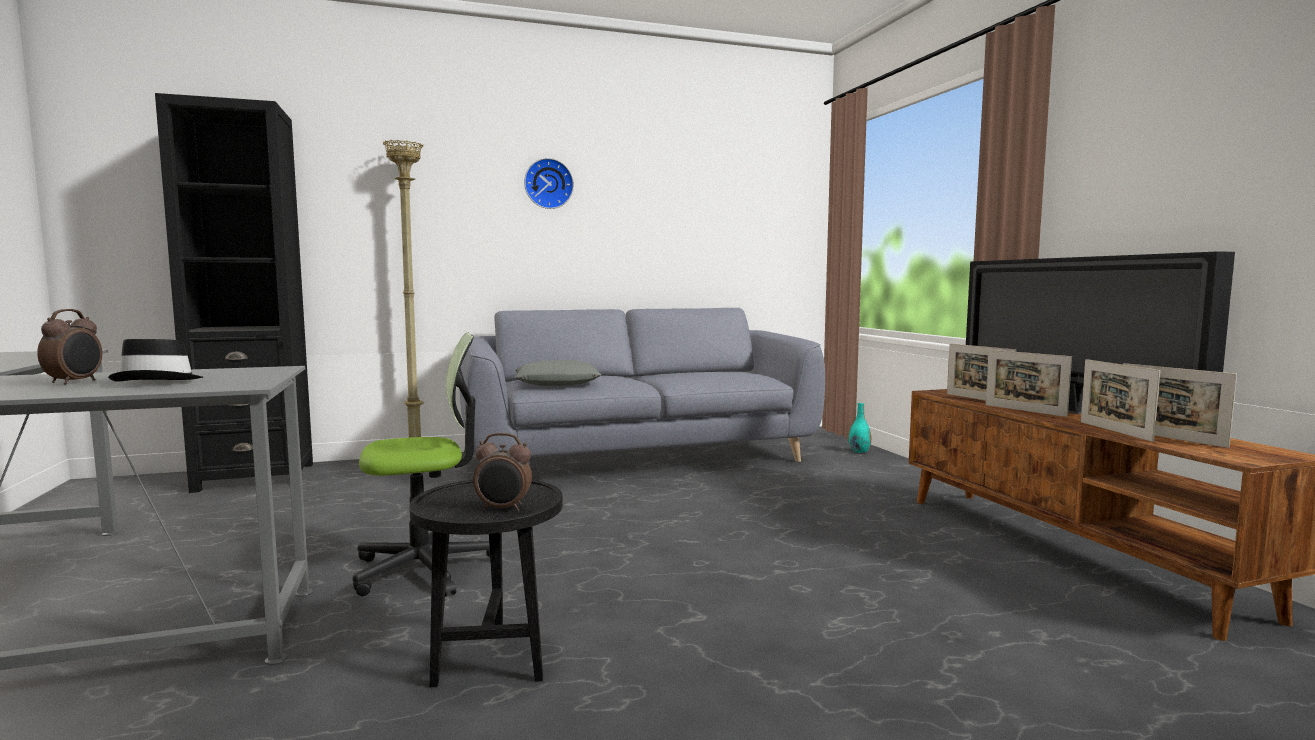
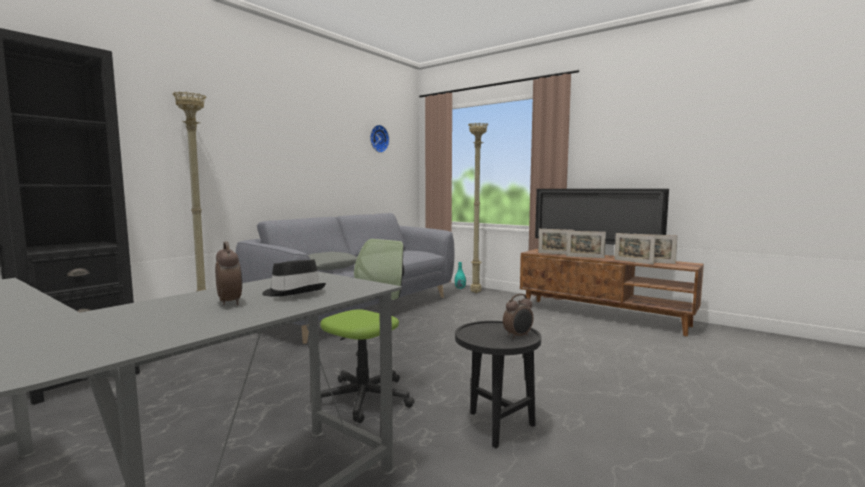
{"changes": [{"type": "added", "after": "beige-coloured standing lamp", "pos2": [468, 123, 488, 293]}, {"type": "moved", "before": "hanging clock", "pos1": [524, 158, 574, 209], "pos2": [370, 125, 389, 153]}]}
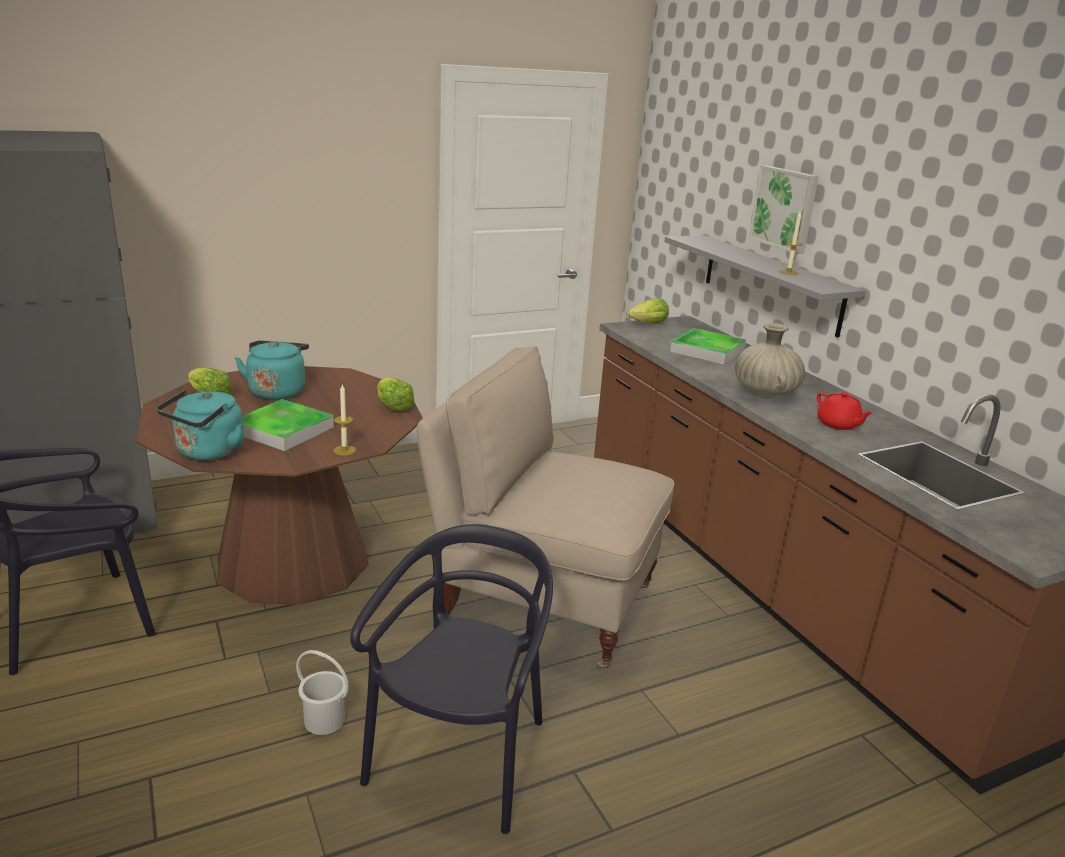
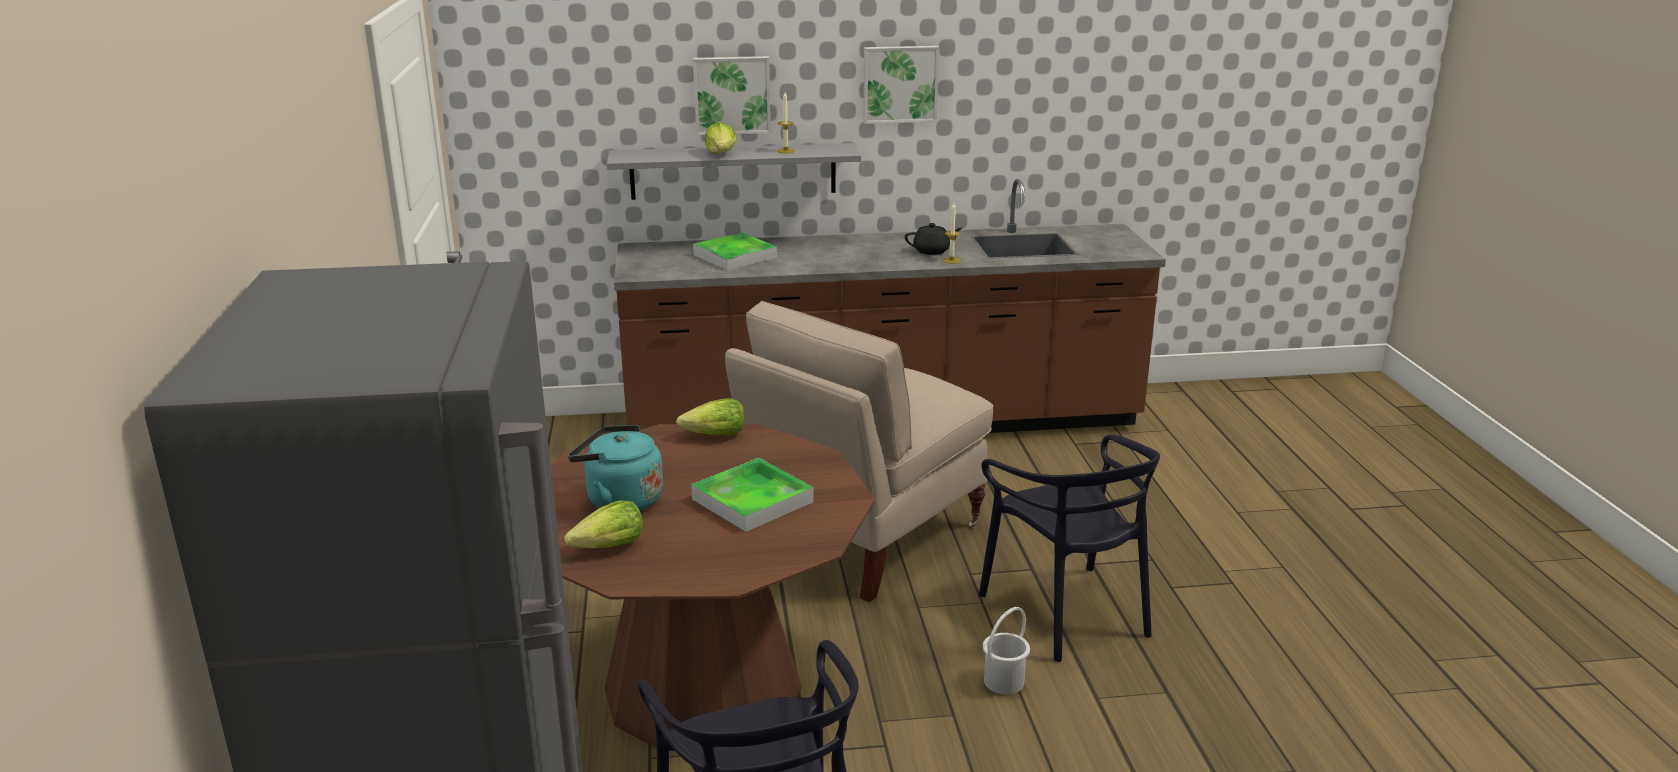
{"changes": [{"type": "removed", "before": "blue-green tea kettle", "pos1": [156, 390, 244, 461]}, {"type": "removed", "before": "beige-coloured decorative vase", "pos1": [735, 323, 805, 397]}, {"type": "added", "after": "wall art", "pos2": [863, 46, 939, 124]}, {"type": "moved", "before": "wax light", "pos1": [333, 385, 356, 455], "pos2": [942, 203, 961, 264]}, {"type": "moved", "before": "lettuce head", "pos1": [627, 298, 669, 323], "pos2": [705, 122, 737, 154]}, {"type": "recoloured", "before": "reddish tea pot", "after": "black-coloured tea pot", "pos1": [817, 392, 873, 430], "pos2": [905, 223, 962, 255]}, {"type": "turned", "before": "black-coloured chair", "pos1": [350, 524, 553, 834], "pos2": [979, 434, 1160, 662], "turn": -150}]}
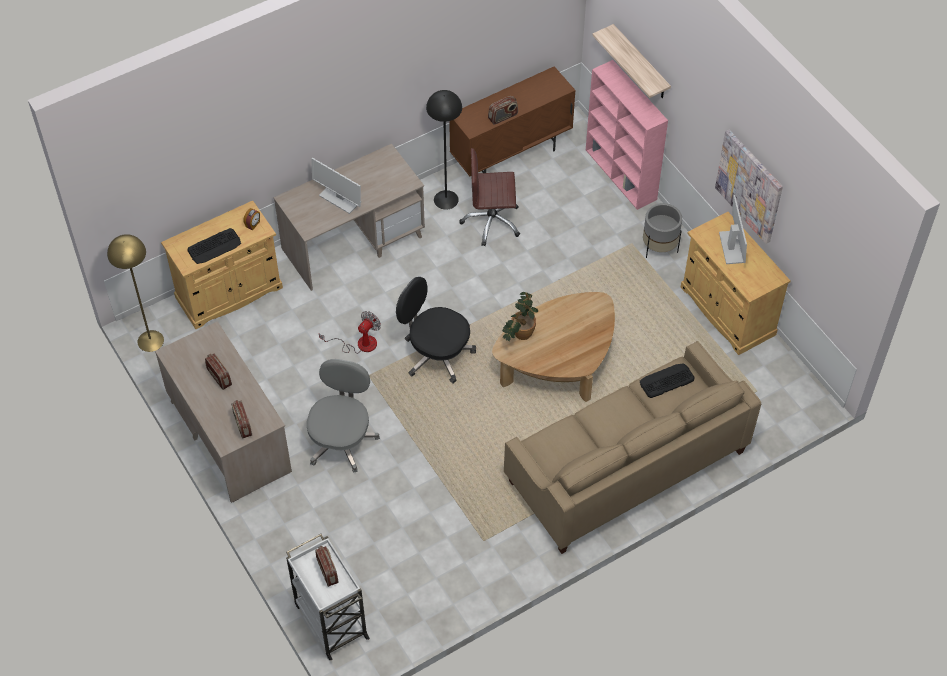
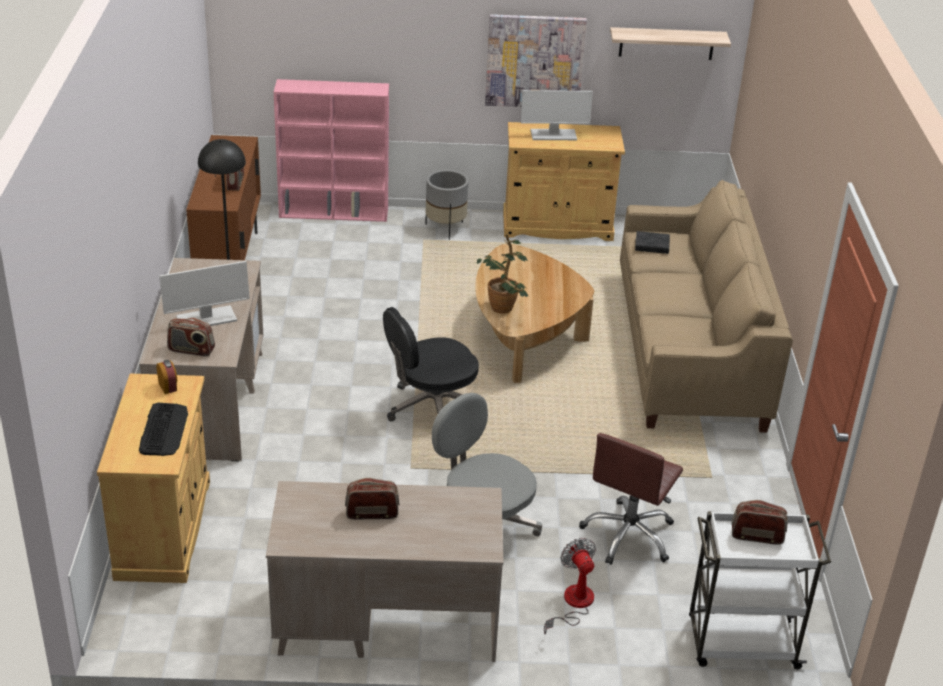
{"changes": [{"type": "removed", "before": "yellowish standing lamp", "pos1": [107, 234, 164, 352]}, {"type": "moved", "before": "radio receiver", "pos1": [231, 400, 252, 439], "pos2": [167, 318, 215, 357]}, {"type": "moved", "before": "electric fan", "pos1": [319, 311, 381, 354], "pos2": [544, 538, 596, 634]}, {"type": "moved", "before": "brown-coloured office chair", "pos1": [460, 148, 520, 246], "pos2": [579, 433, 683, 565]}, {"type": "moved", "before": "shelf", "pos1": [592, 24, 671, 98], "pos2": [610, 27, 731, 60]}, {"type": "replaced", "before": "computer keyboard", "after": "black-coloured book", "pos1": [640, 363, 694, 398], "pos2": [635, 231, 670, 254]}, {"type": "turned", "before": "monitor", "pos1": [719, 195, 747, 264], "pos2": [521, 90, 593, 140], "turn": 150}]}
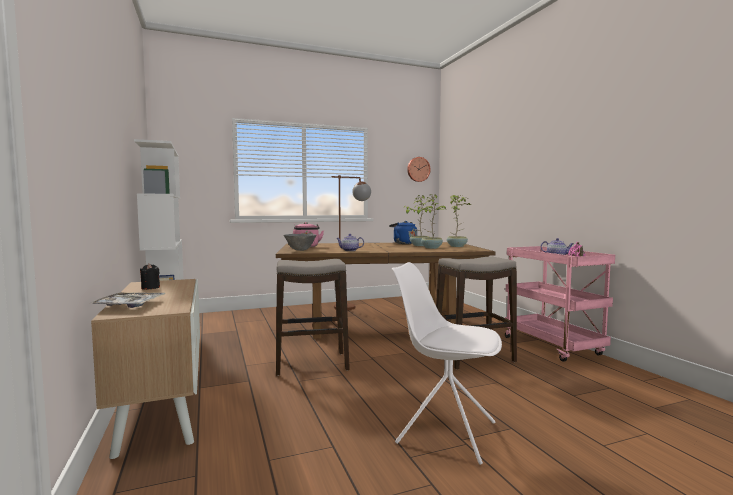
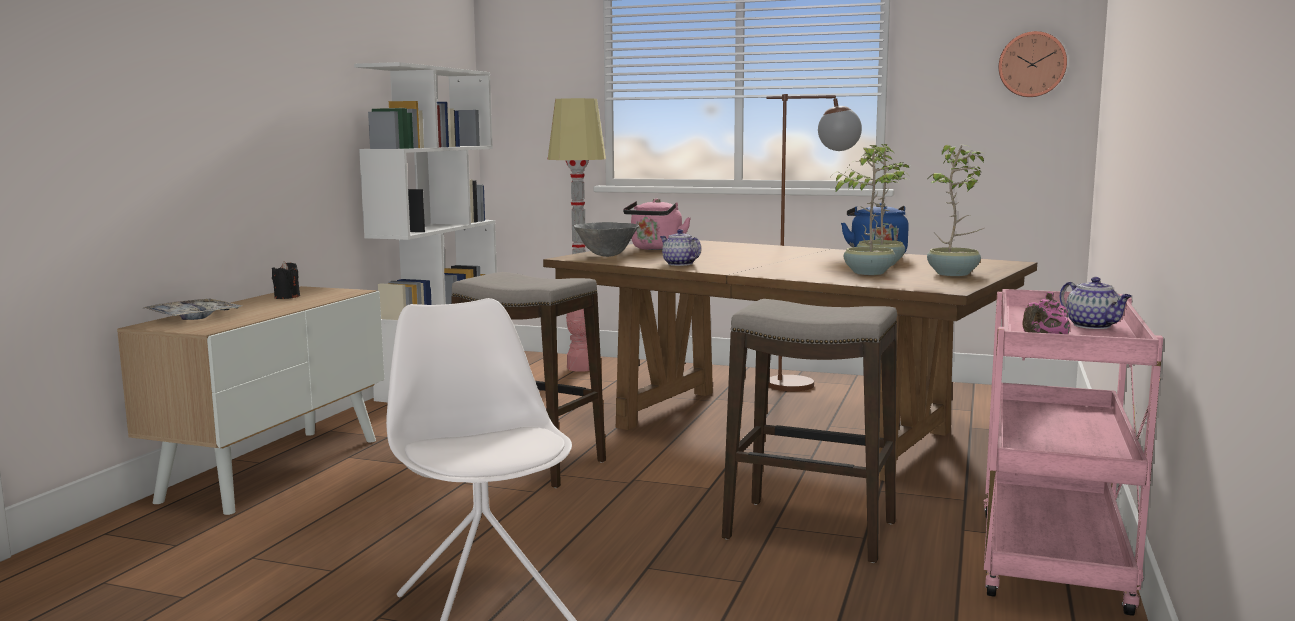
{"changes": [{"type": "added", "after": "standing lamp", "pos2": [548, 98, 606, 372]}]}
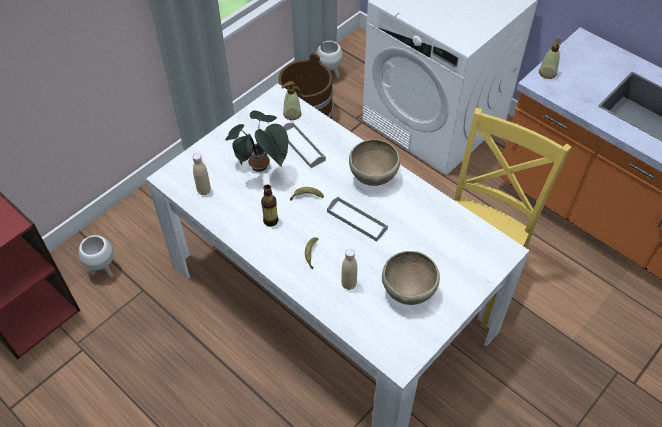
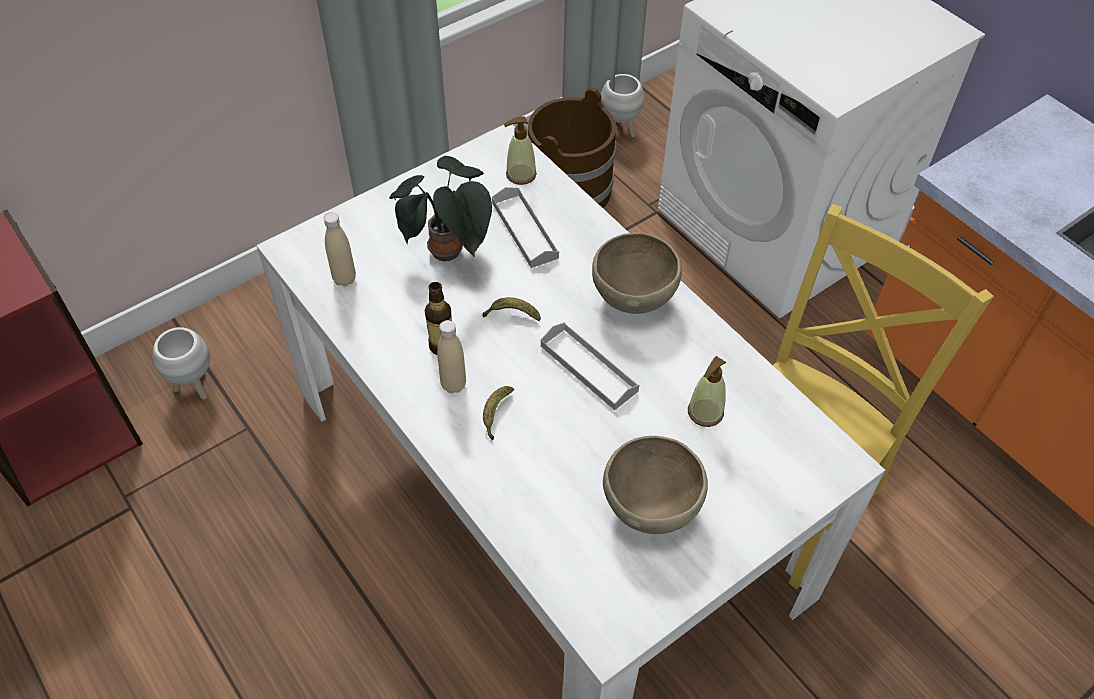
{"changes": [{"type": "moved", "before": "beige-coloured bottle", "pos1": [341, 249, 357, 290], "pos2": [437, 320, 466, 393]}, {"type": "moved", "before": "liquid soap bottle", "pos1": [539, 38, 561, 79], "pos2": [688, 356, 726, 427]}]}
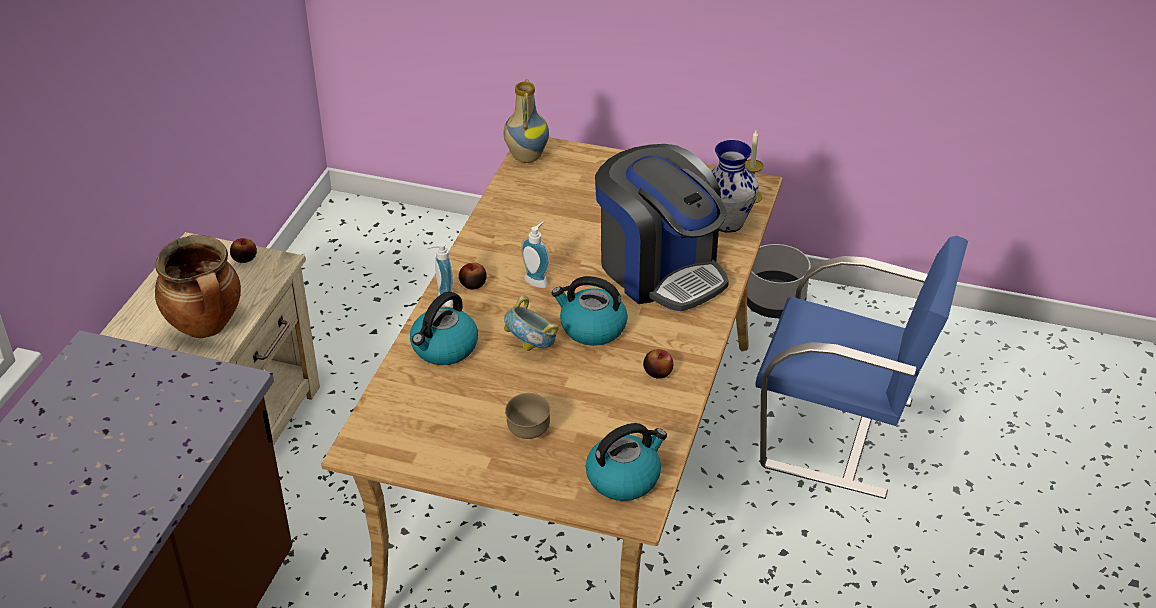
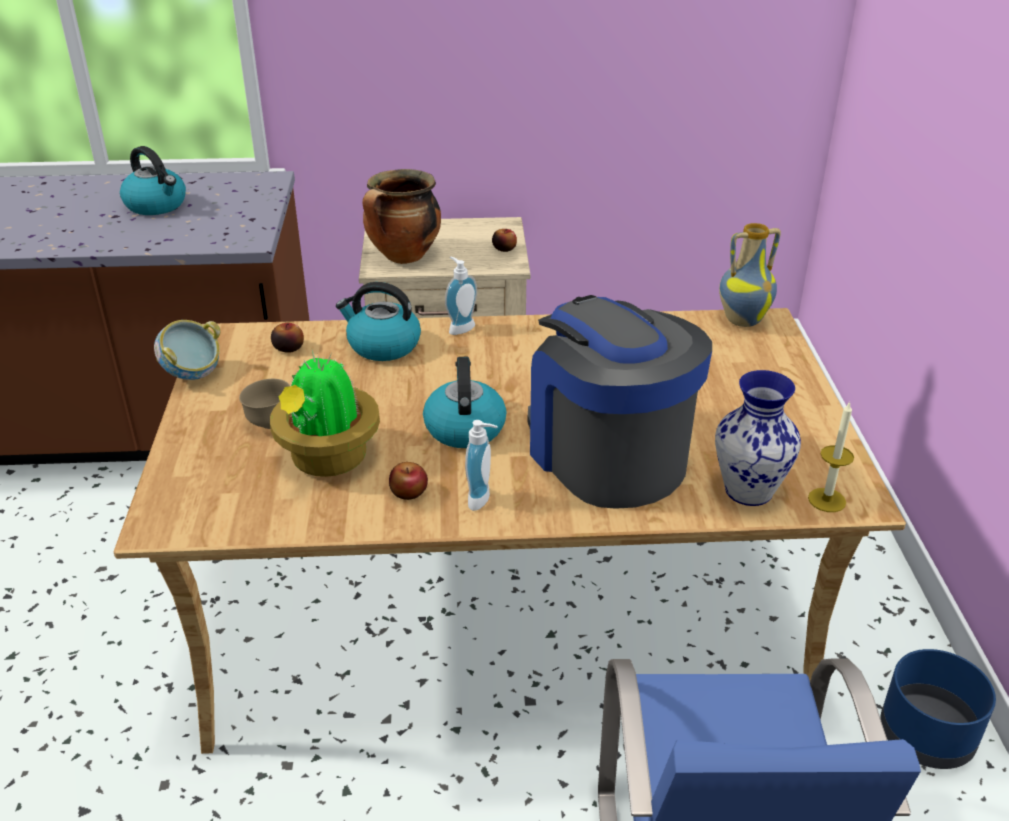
{"changes": [{"type": "added", "after": "potted plant", "pos2": [270, 350, 380, 477]}, {"type": "moved", "before": "apple fruit", "pos1": [459, 263, 487, 290], "pos2": [271, 323, 304, 353]}, {"type": "moved", "before": "bowl", "pos1": [504, 295, 559, 351], "pos2": [154, 320, 220, 380]}, {"type": "moved", "before": "liquid soap bottle", "pos1": [521, 222, 550, 288], "pos2": [465, 420, 498, 511]}, {"type": "moved", "before": "tea kettle", "pos1": [586, 423, 667, 501], "pos2": [120, 146, 186, 215]}, {"type": "recoloured", "before": "greyish flower pot", "after": "blue flower pot", "pos1": [747, 244, 810, 318], "pos2": [880, 649, 996, 769]}, {"type": "turned", "before": "coffee machine", "pos1": [595, 144, 729, 311], "pos2": [528, 295, 712, 509], "turn": 120}]}
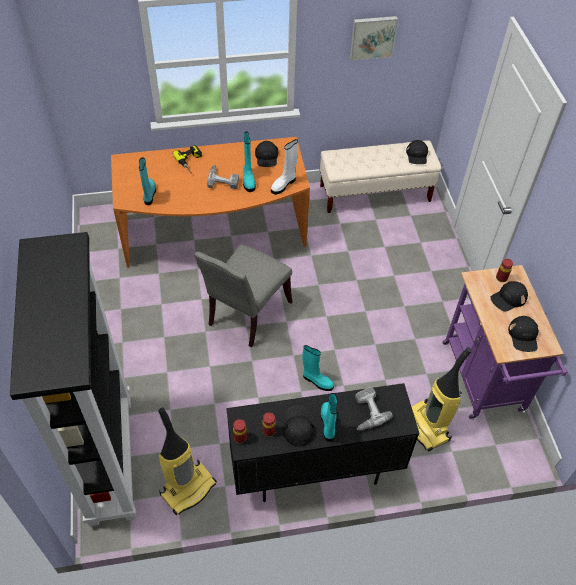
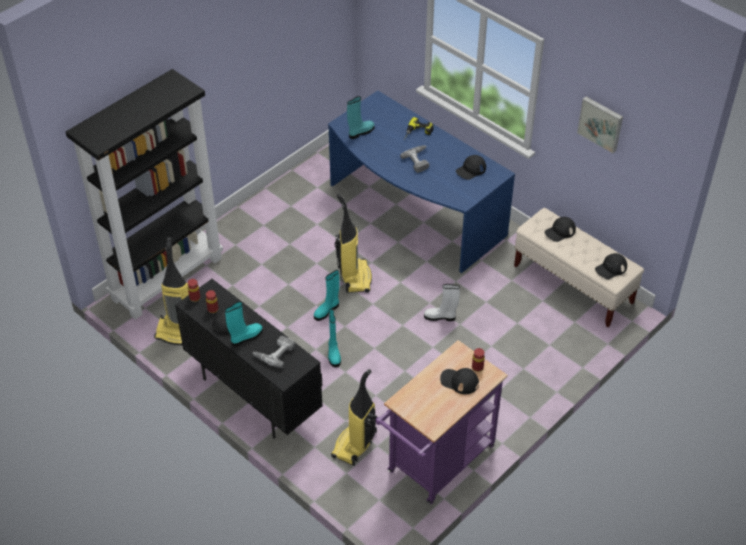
{"changes": [{"type": "moved", "before": "blue-green tall boot", "pos1": [243, 132, 256, 192], "pos2": [314, 270, 340, 321]}, {"type": "moved", "before": "white tall boot", "pos1": [271, 139, 298, 195], "pos2": [424, 284, 460, 321]}, {"type": "moved", "before": "black-coloured peaked cap", "pos1": [508, 316, 539, 352], "pos2": [545, 217, 576, 242]}, {"type": "replaced", "before": "greyish chair", "after": "hoover", "pos1": [194, 244, 293, 348], "pos2": [334, 194, 372, 293]}, {"type": "recoloured", "before": "orangey desk table", "after": "blue desk table", "pos1": [111, 137, 310, 268], "pos2": [328, 91, 515, 273]}]}
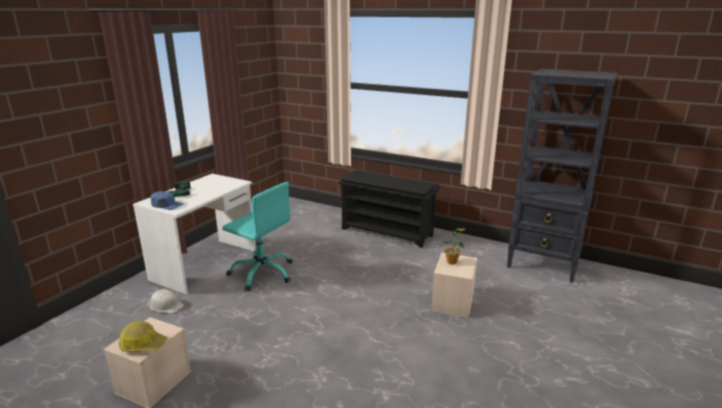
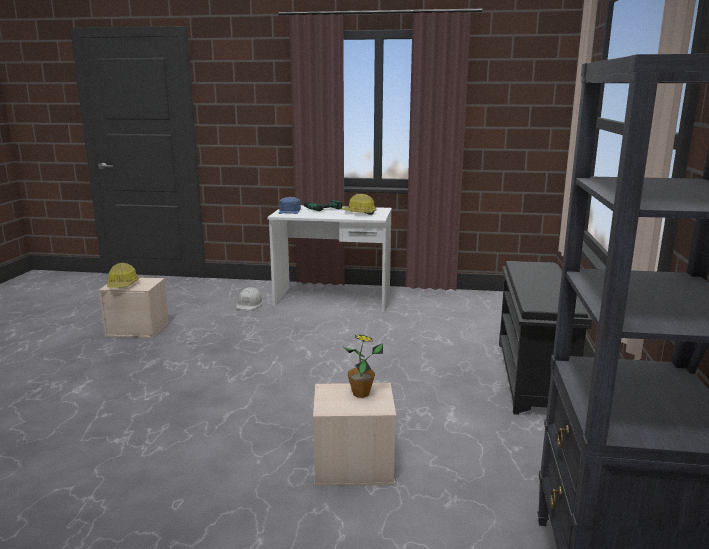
{"changes": [{"type": "removed", "before": "blue-green office chair", "pos1": [222, 182, 293, 291]}, {"type": "added", "after": "work helmet", "pos2": [342, 194, 377, 215]}]}
